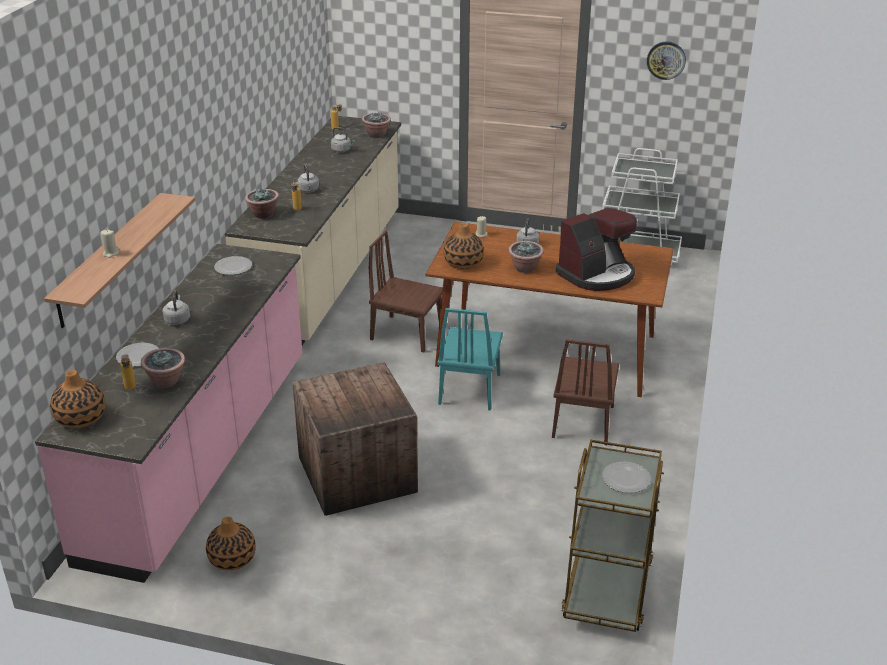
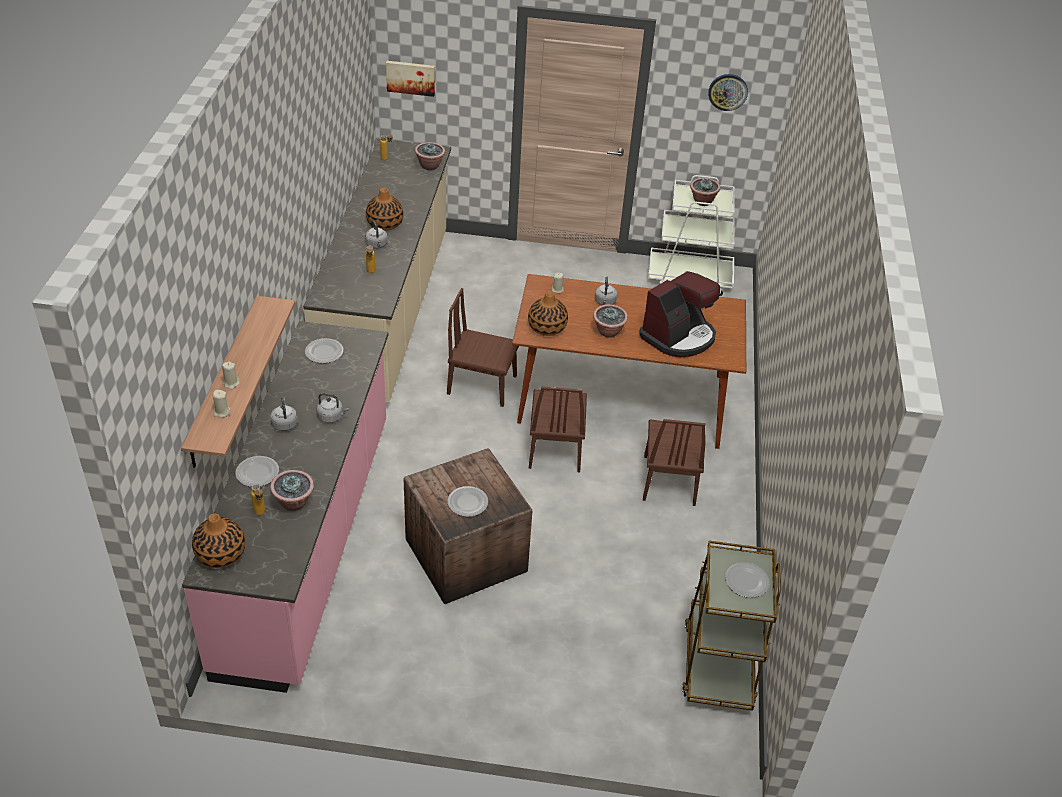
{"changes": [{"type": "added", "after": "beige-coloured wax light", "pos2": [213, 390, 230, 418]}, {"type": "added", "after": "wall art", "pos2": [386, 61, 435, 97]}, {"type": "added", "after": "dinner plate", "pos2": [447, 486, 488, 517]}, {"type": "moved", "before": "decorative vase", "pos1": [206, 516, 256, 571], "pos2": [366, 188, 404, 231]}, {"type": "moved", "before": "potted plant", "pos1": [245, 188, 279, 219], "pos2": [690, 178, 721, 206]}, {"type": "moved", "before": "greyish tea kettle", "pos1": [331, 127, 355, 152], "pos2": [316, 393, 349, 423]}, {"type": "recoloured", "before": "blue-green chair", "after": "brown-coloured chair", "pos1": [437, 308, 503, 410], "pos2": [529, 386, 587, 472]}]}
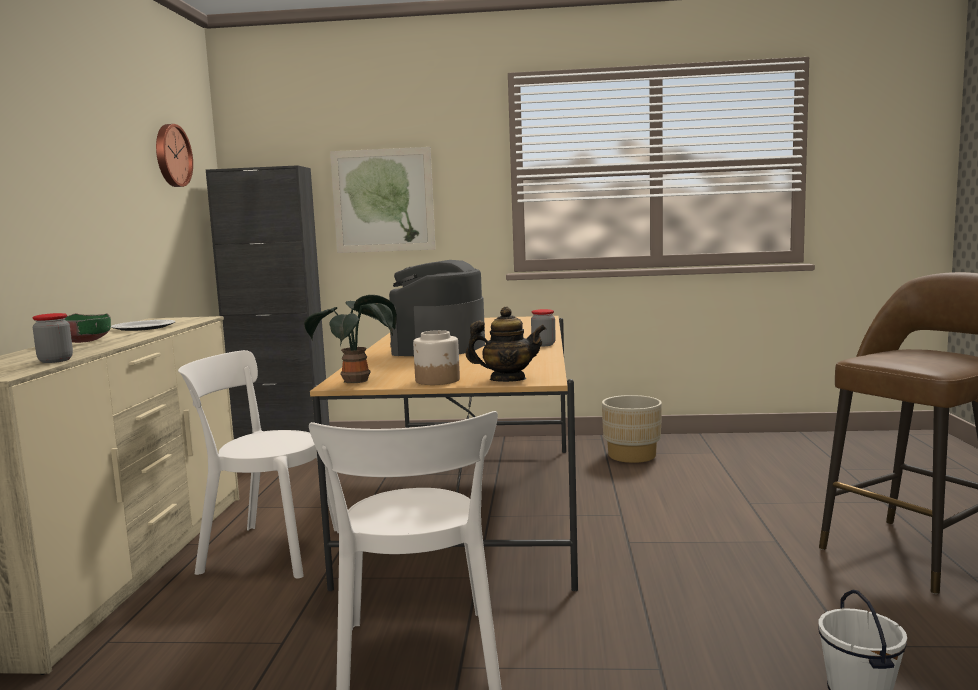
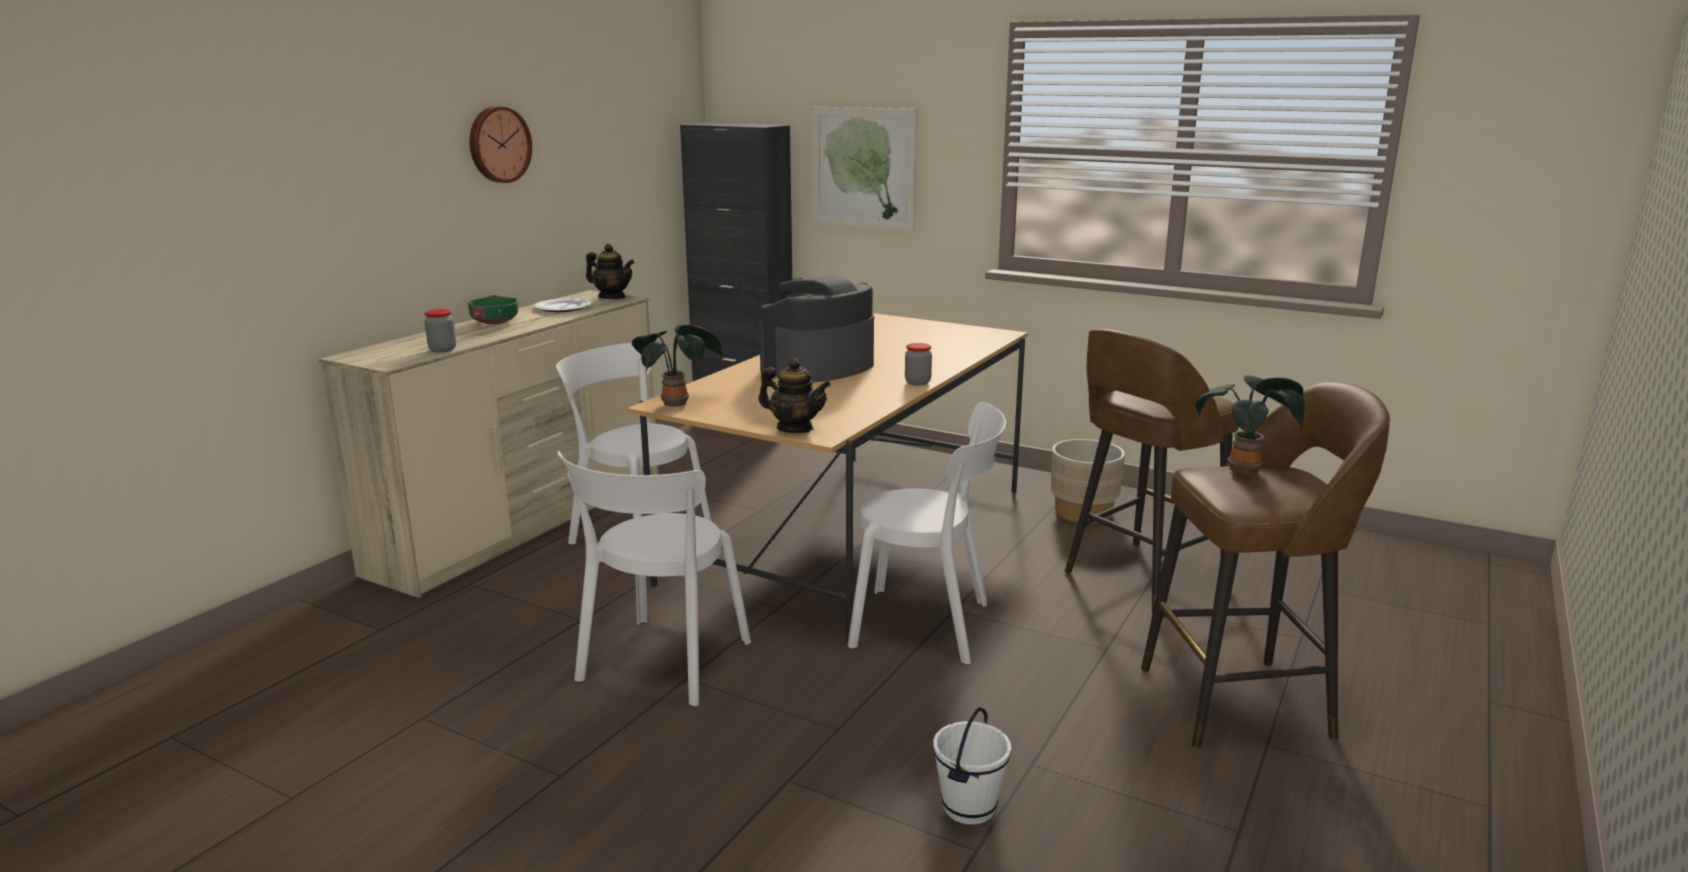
{"changes": [{"type": "removed", "before": "jar", "pos1": [413, 330, 460, 385]}, {"type": "added", "after": "tea pot", "pos2": [586, 244, 634, 299]}, {"type": "added", "after": "white chair", "pos2": [848, 402, 1006, 664]}, {"type": "added", "after": "brown-coloured stool seat", "pos2": [1065, 329, 1239, 614]}, {"type": "added", "after": "potted plant", "pos2": [1196, 375, 1305, 475]}, {"type": "moved", "before": "hanging clock", "pos1": [156, 124, 193, 187], "pos2": [470, 106, 532, 183]}]}
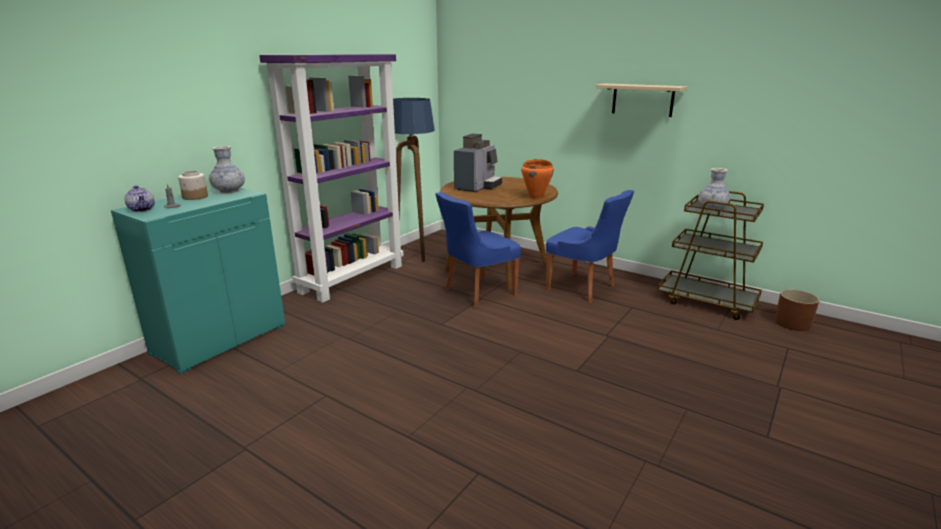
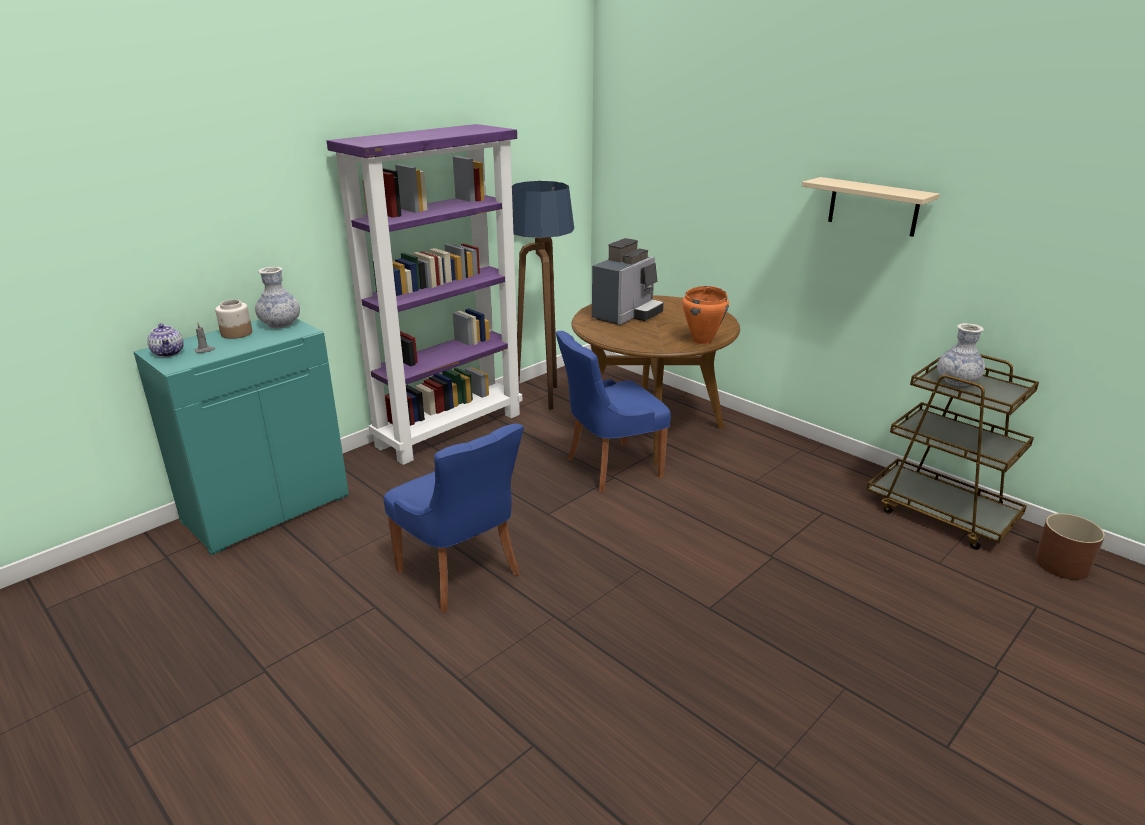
{"changes": [{"type": "moved", "before": "blue chair", "pos1": [546, 190, 634, 303], "pos2": [384, 424, 524, 612]}]}
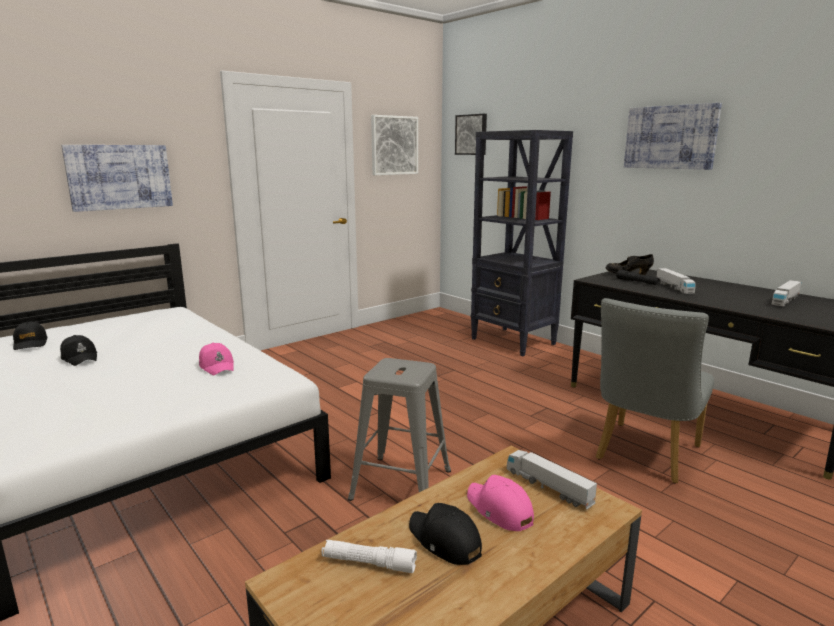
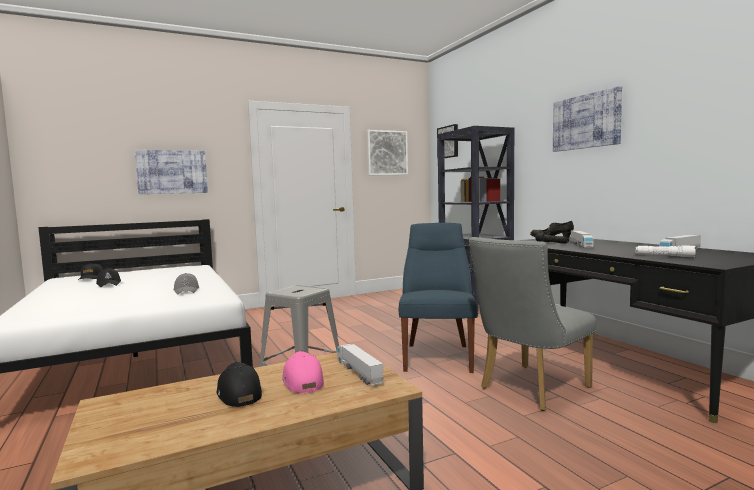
{"changes": [{"type": "added", "after": "blue chair", "pos2": [399, 223, 477, 373]}, {"type": "moved", "before": "white hand torch", "pos1": [321, 540, 417, 573], "pos2": [636, 245, 696, 257]}, {"type": "recoloured", "before": "pink peaked cap", "after": "greyish peaked cap", "pos1": [199, 343, 234, 375], "pos2": [174, 273, 199, 294]}]}
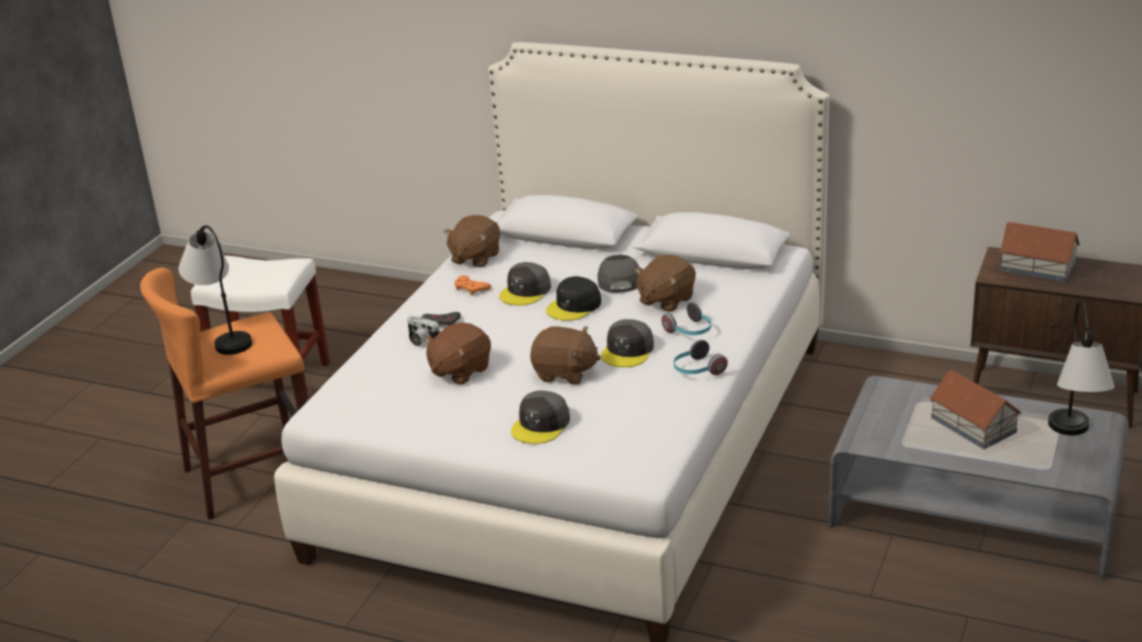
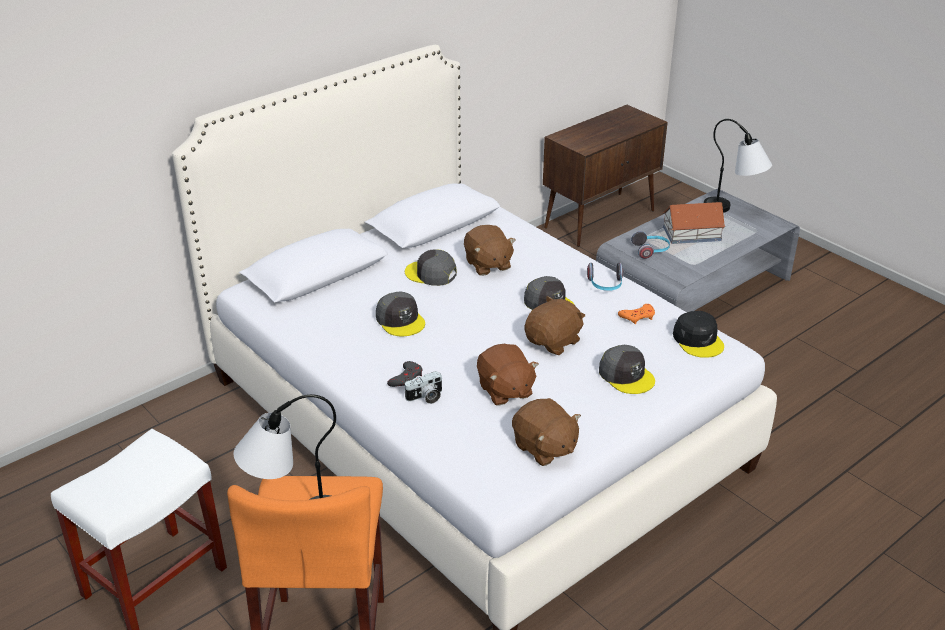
{"changes": [{"type": "removed", "before": "model house", "pos1": [999, 222, 1080, 282]}, {"type": "moved", "before": "brown-coloured plush toy", "pos1": [444, 215, 500, 268], "pos2": [512, 398, 581, 466]}, {"type": "moved", "before": "orangey joypad", "pos1": [454, 275, 491, 295], "pos2": [618, 304, 655, 324]}, {"type": "moved", "before": "black-coloured peaked cap", "pos1": [546, 276, 601, 321], "pos2": [673, 311, 724, 358]}, {"type": "moved", "before": "pair of headphones", "pos1": [661, 302, 711, 335], "pos2": [631, 231, 670, 259]}]}
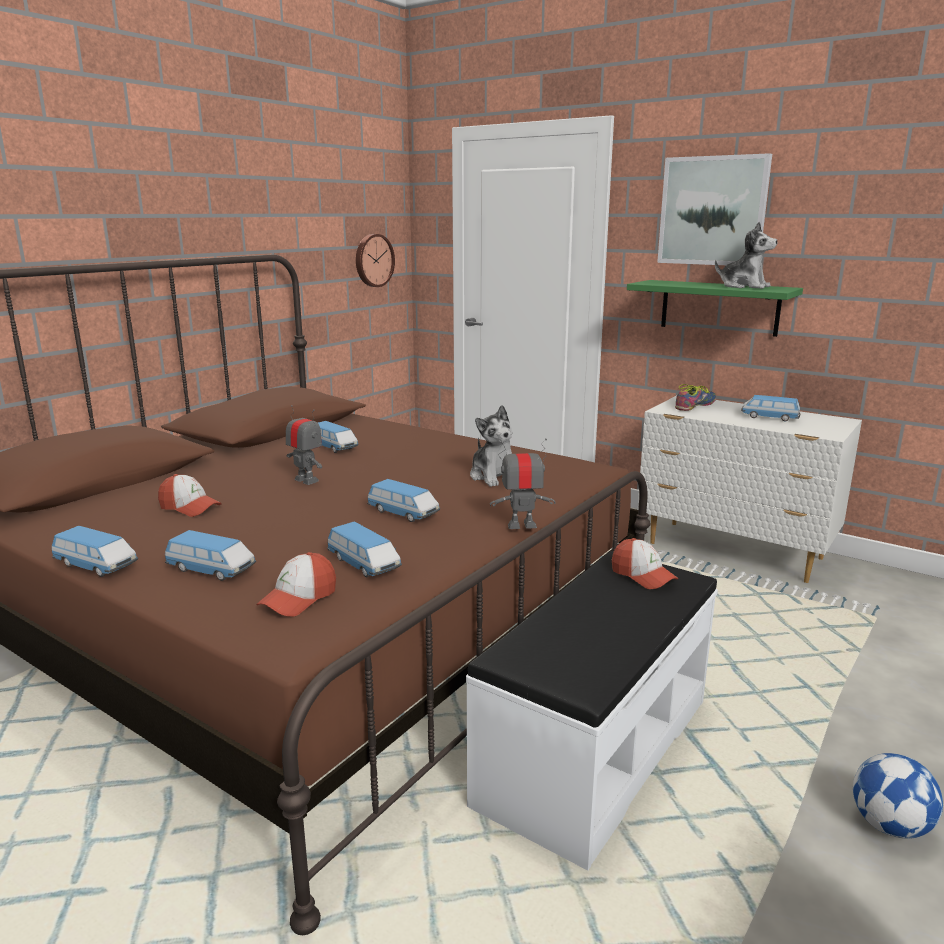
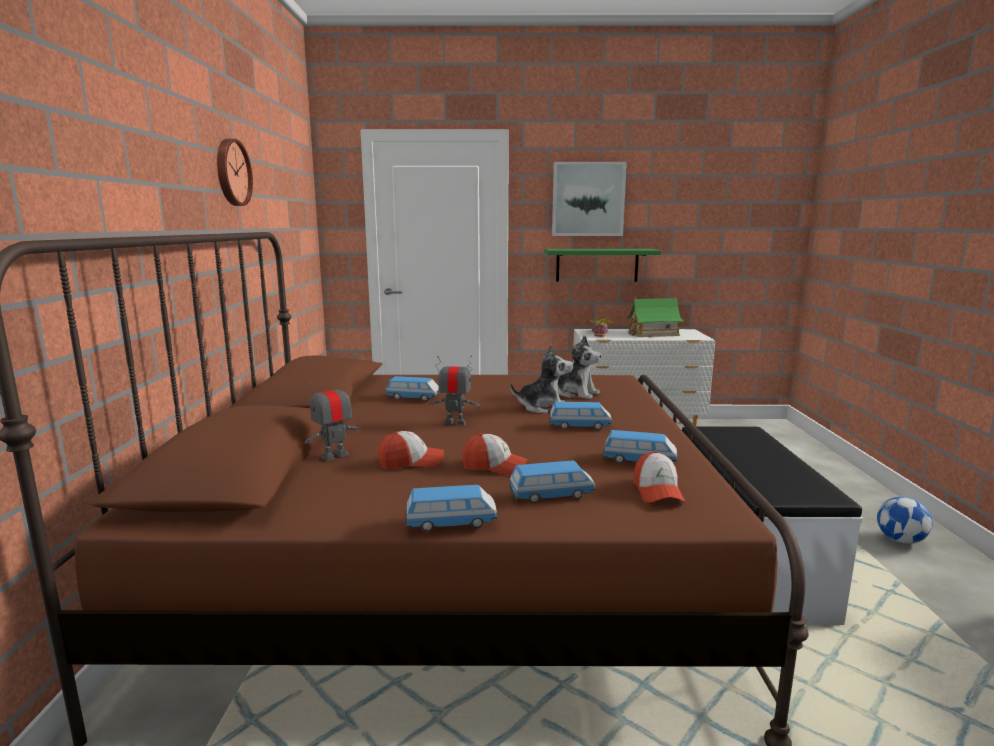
{"changes": [{"type": "moved", "before": "hanging clock", "pos1": [356, 234, 395, 287], "pos2": [217, 139, 253, 206]}, {"type": "moved", "before": "robot figure", "pos1": [490, 438, 556, 529], "pos2": [305, 374, 361, 461]}, {"type": "moved", "before": "peaked cap", "pos1": [612, 538, 678, 589], "pos2": [462, 433, 528, 476]}, {"type": "moved", "before": "plush toy", "pos1": [715, 222, 777, 289], "pos2": [510, 345, 573, 414]}, {"type": "replaced", "before": "miniature car", "after": "model house", "pos1": [741, 395, 800, 421], "pos2": [625, 295, 685, 337]}]}
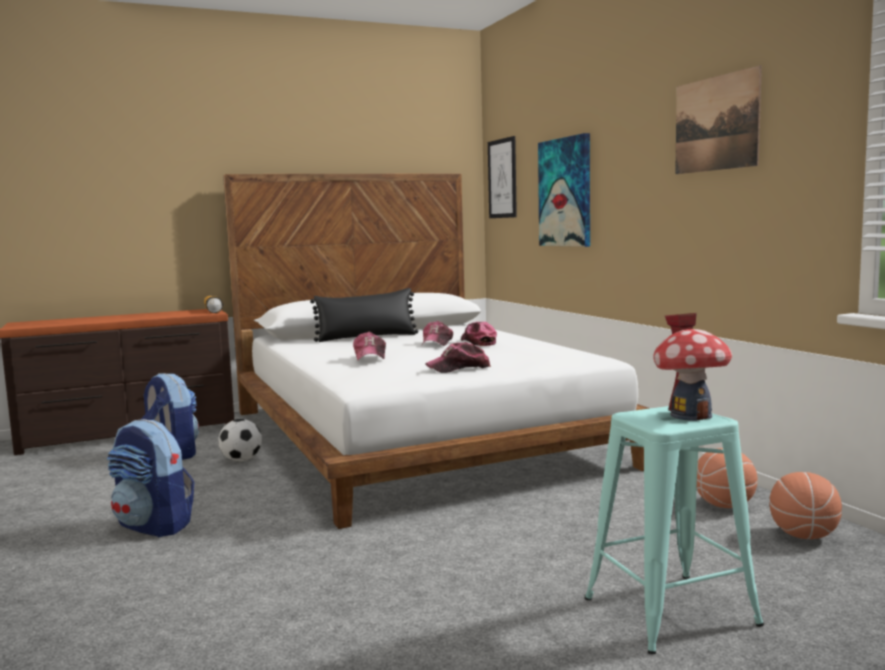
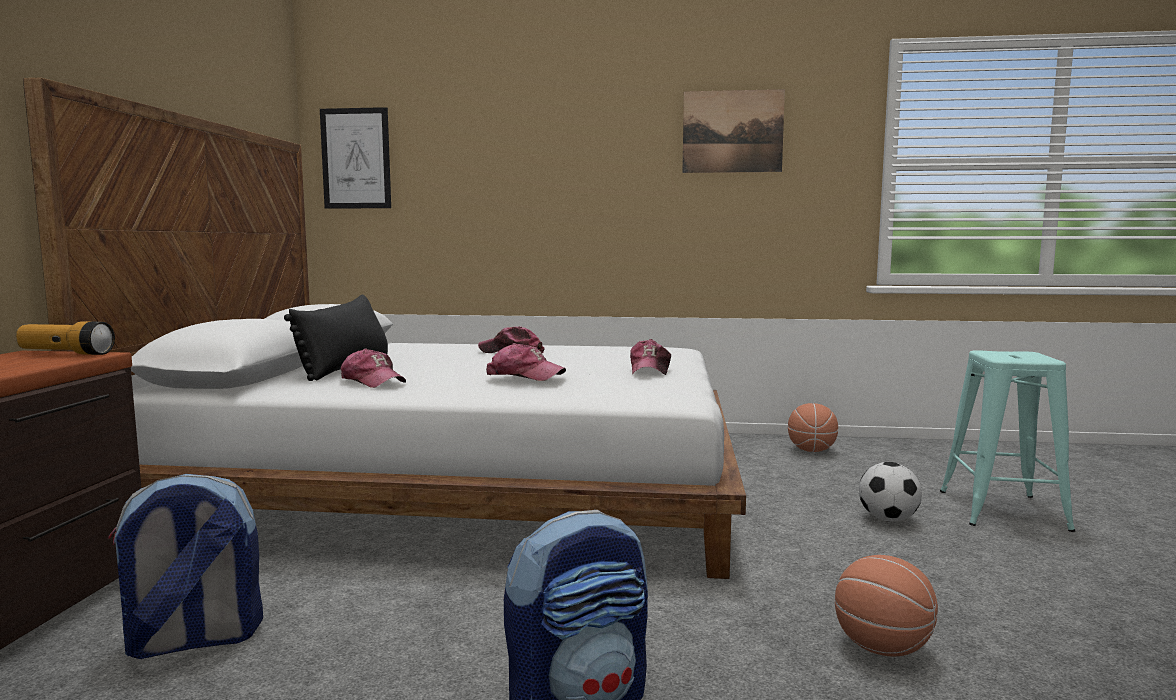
{"changes": [{"type": "removed", "before": "wall art", "pos1": [538, 133, 590, 247]}, {"type": "removed", "before": "model house", "pos1": [653, 313, 732, 421]}, {"type": "moved", "before": "football ball", "pos1": [218, 419, 262, 461], "pos2": [859, 462, 922, 522]}, {"type": "moved", "before": "peaked cap", "pos1": [421, 321, 453, 346], "pos2": [341, 348, 406, 388]}, {"type": "moved", "before": "basketball ball", "pos1": [770, 472, 842, 539], "pos2": [835, 555, 938, 656]}]}
